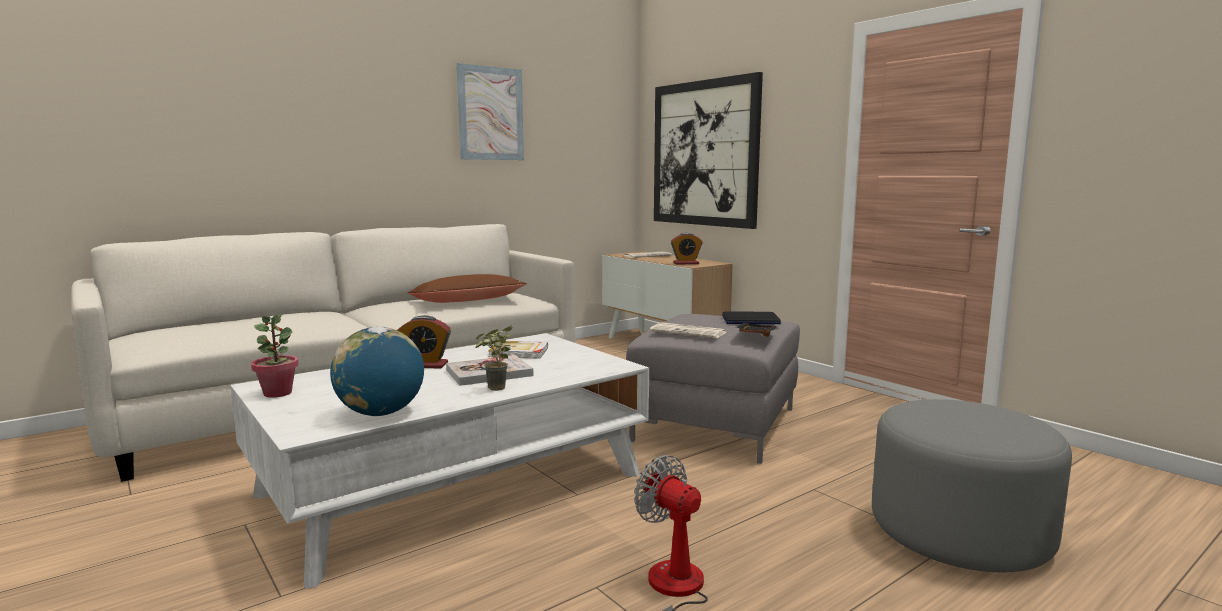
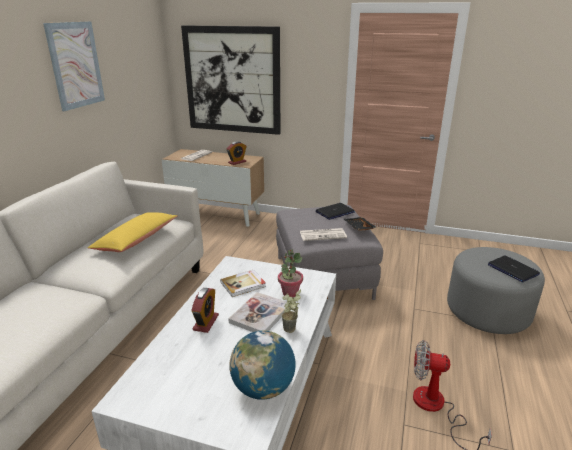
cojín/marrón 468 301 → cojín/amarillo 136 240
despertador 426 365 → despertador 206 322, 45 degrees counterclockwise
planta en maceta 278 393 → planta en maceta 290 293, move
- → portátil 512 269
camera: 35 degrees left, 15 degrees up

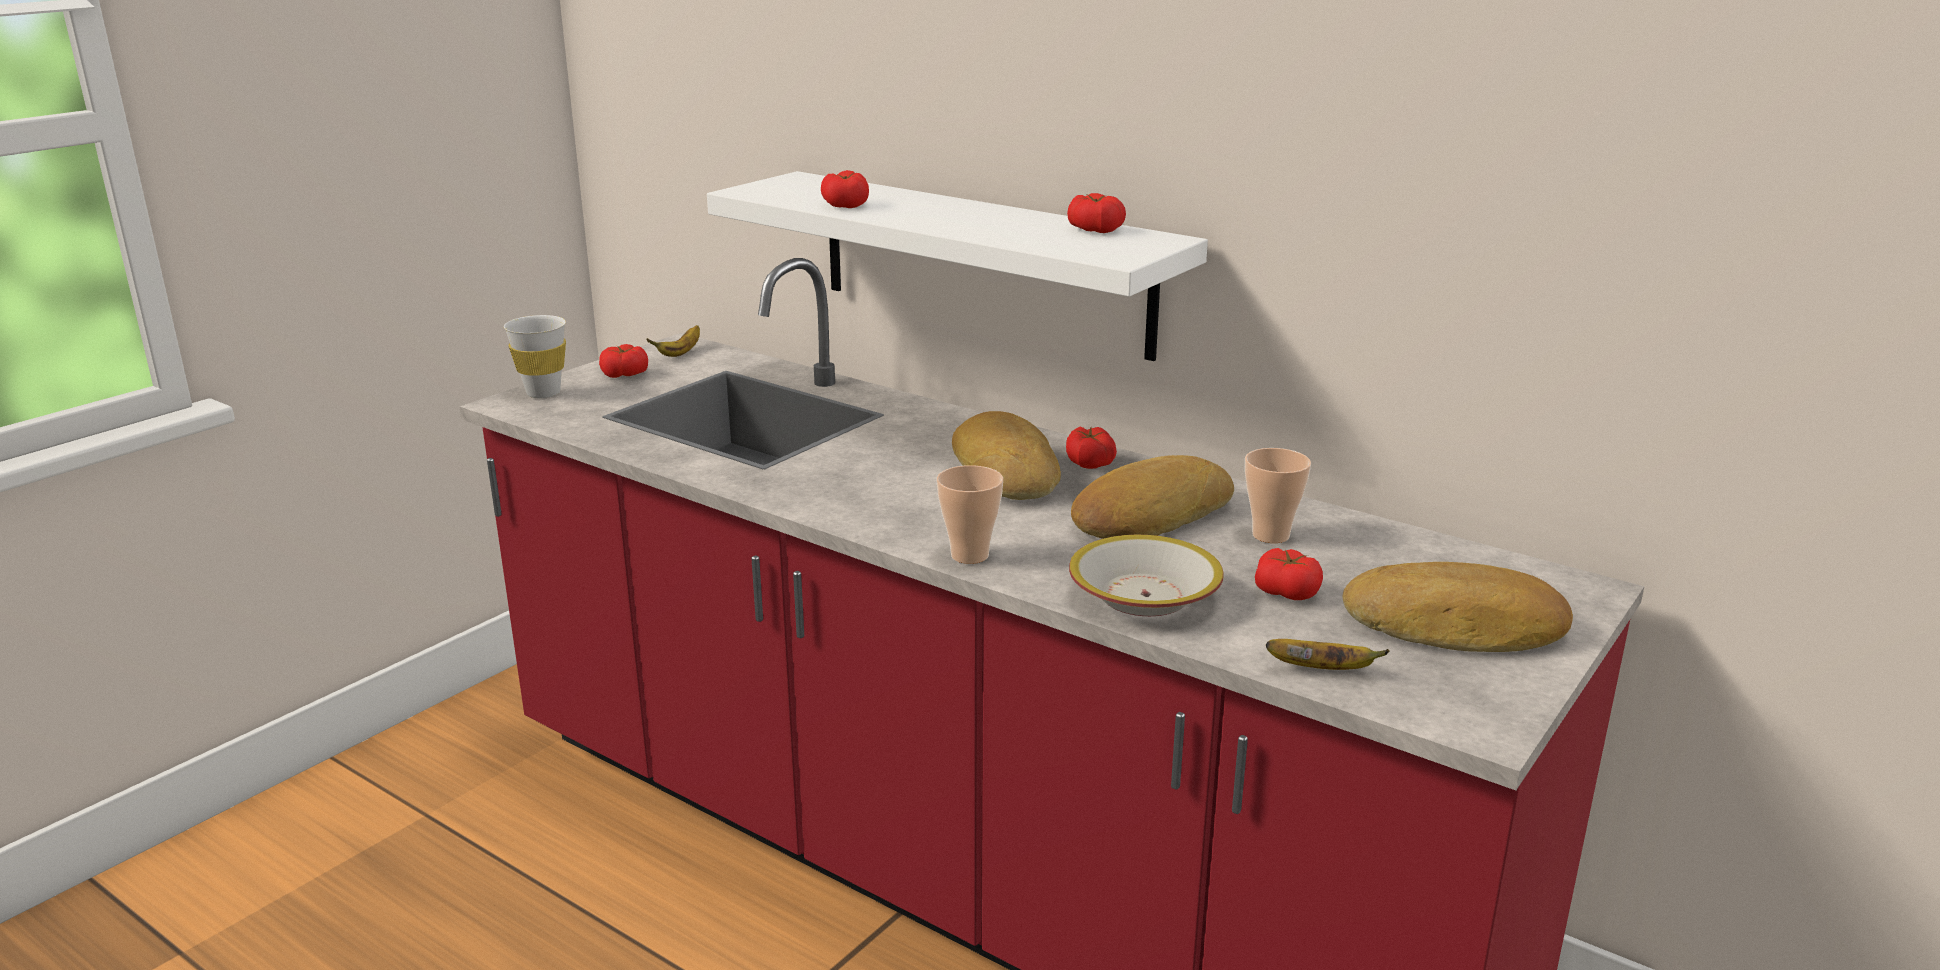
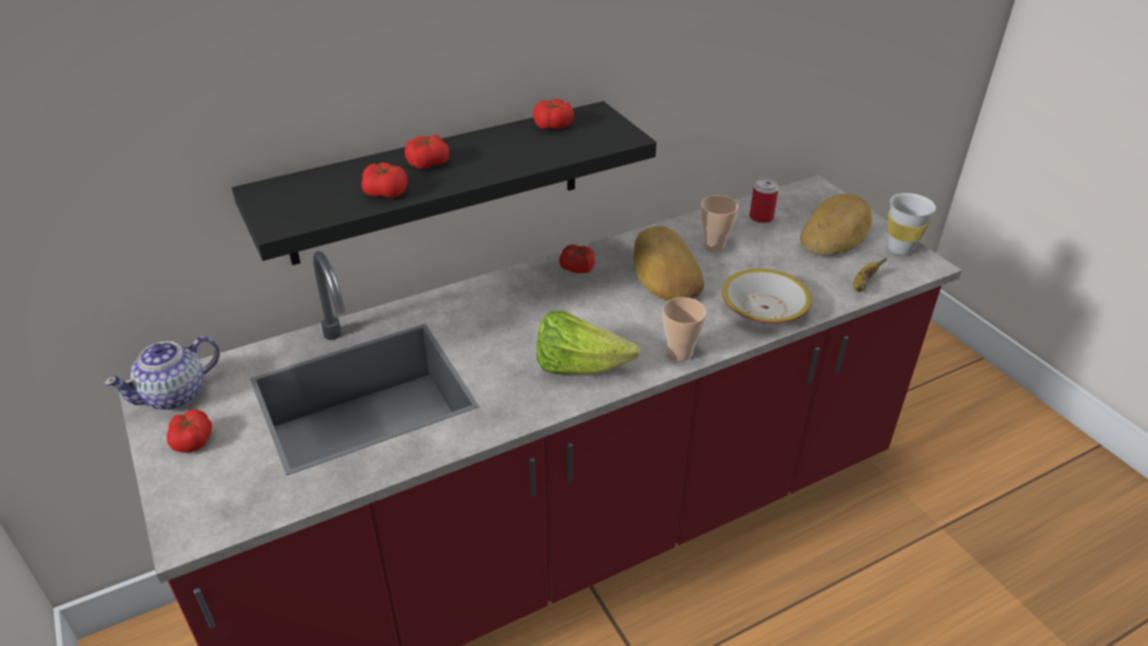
plátano 680 353 → tetera 175 394
estante/blanco 983 262 → estante/negro 437 183
tomate 1286 591 → tomate 428 163, move
- → lechuga 578 367
- → lata 761 218
taza/blanco 543 393 → taza/blanco 900 249, move
pan 1009 470 → -
camera: 65 degrees left, 15 degrees up

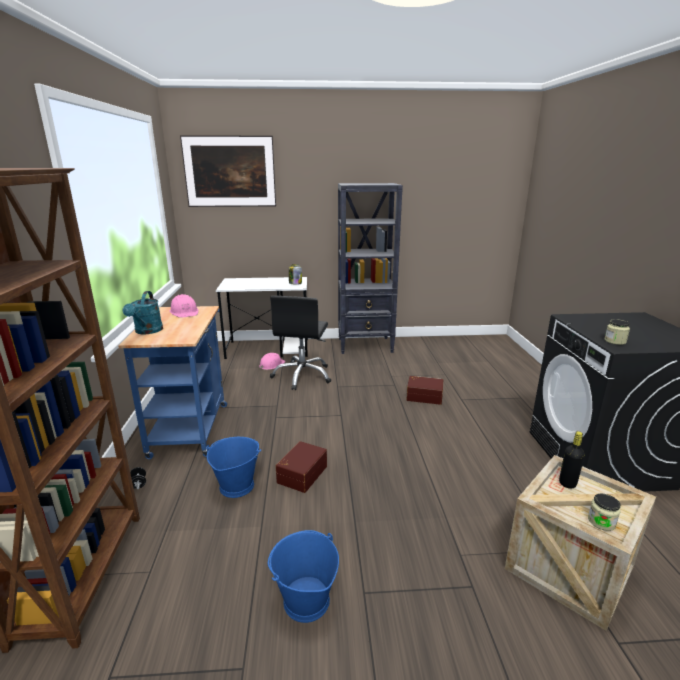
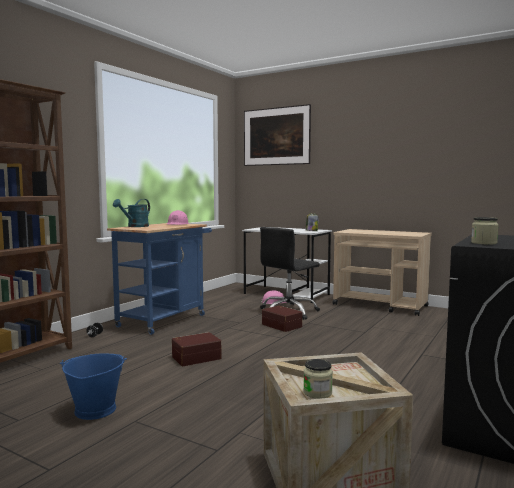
caja de almacenaje/marrón 424 396 → caja de almacenaje/marrón 282 325, move
estantería/negro 366 345 → carrito/beis 380 305
cubo/azul 236 486 → -
botella/negro 567 483 → -
camera: 35 degrees right, 15 degrees down

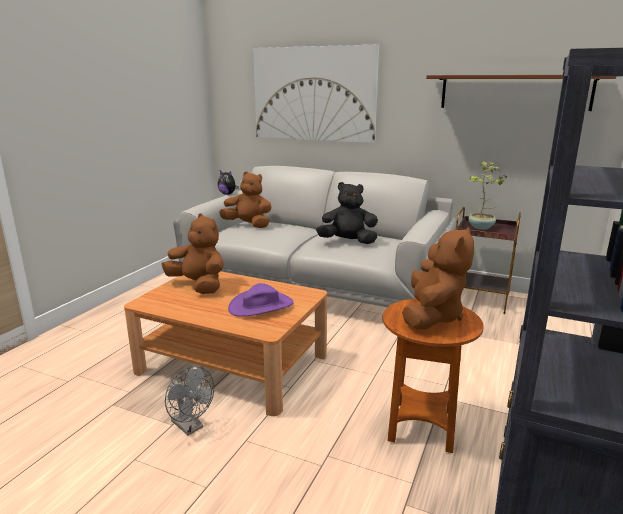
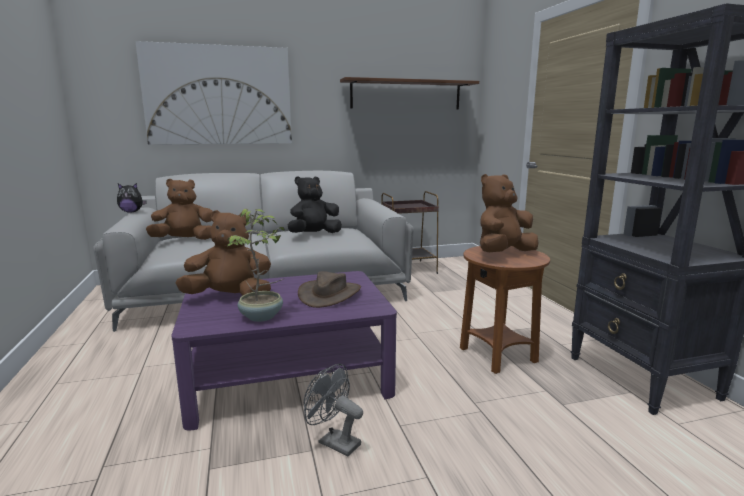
mesa de centro/marrón 233 363 → mesa de centro/morado 289 376
planta en maceta 481 227 → planta en maceta 262 316, move
sombrero/morado 261 306 → sombrero/marrón 329 294
ventilador/gris 190 427 → ventilador/gris 334 442, 150 degrees counterclockwise
peluche/marrón 432 316 → peluche/marrón 503 254, 105 degrees counterclockwise
camera: 40 degrees left, 5 degrees down

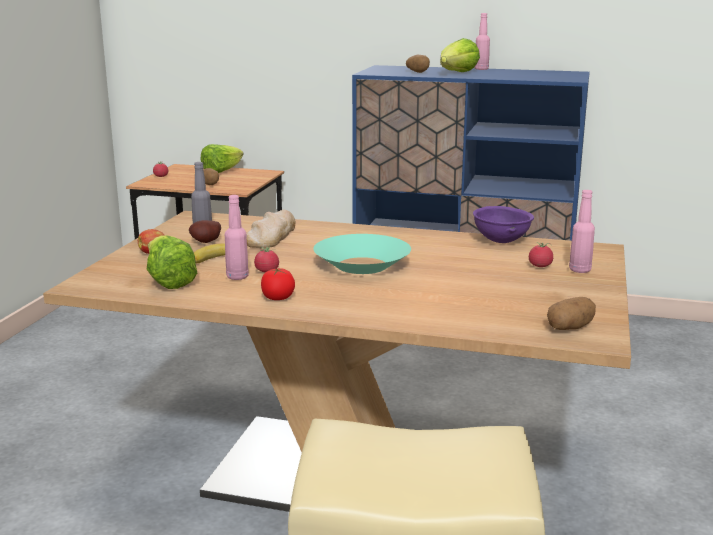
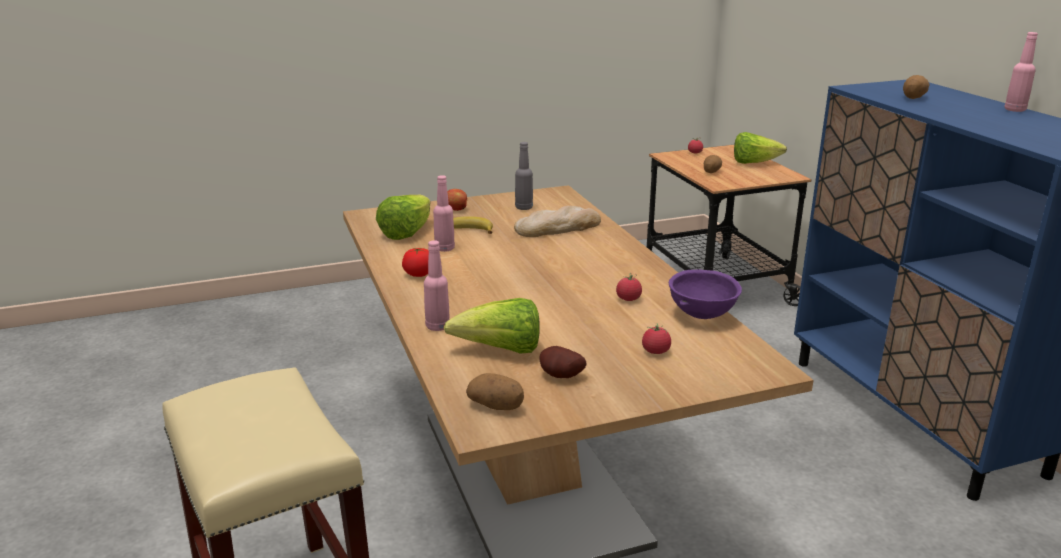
botella/rosa 579 270 → botella/rosa 437 326, move
lechuga 457 73 → lechuga 501 351, move
patata 207 242 → patata 560 377, move
tomate 267 271 → tomate 628 299, move
cuenco/turquesa 361 265 → -
camera: 55 degrees right, 5 degrees up

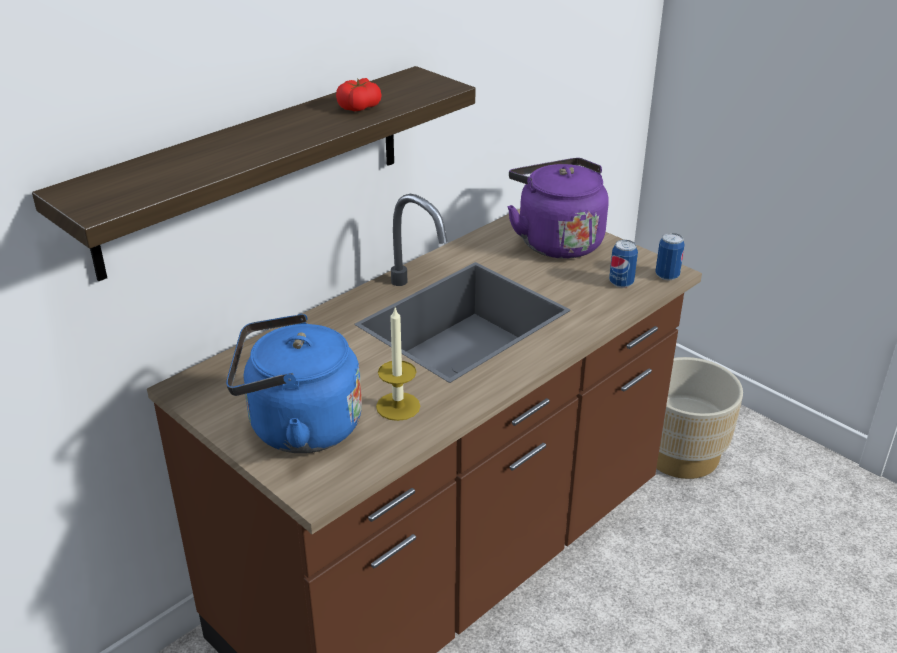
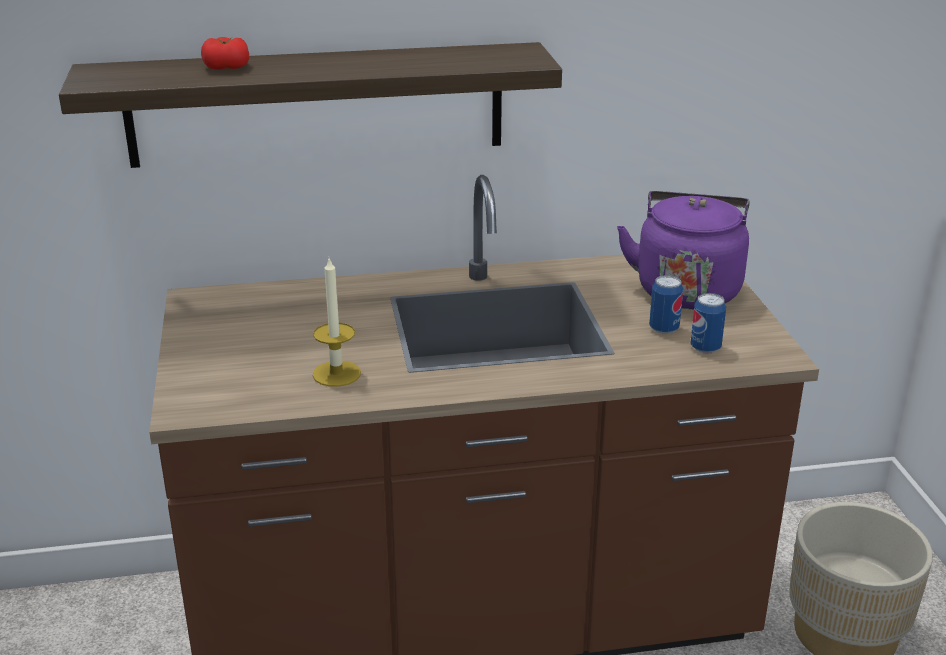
tomate 359 107 → tomate 226 67, move
lata 667 276 → lata 663 329, move
hervidor/azul 298 428 → -
camera: 35 degrees right, 5 degrees down

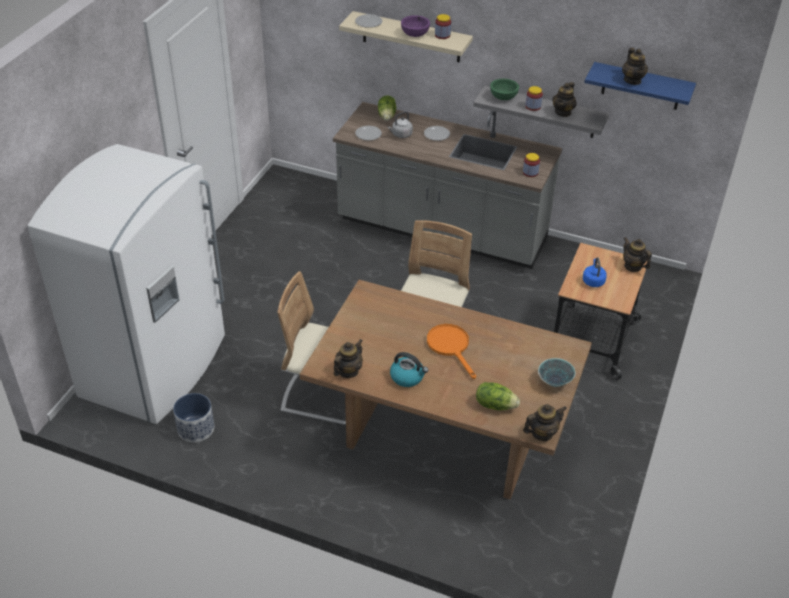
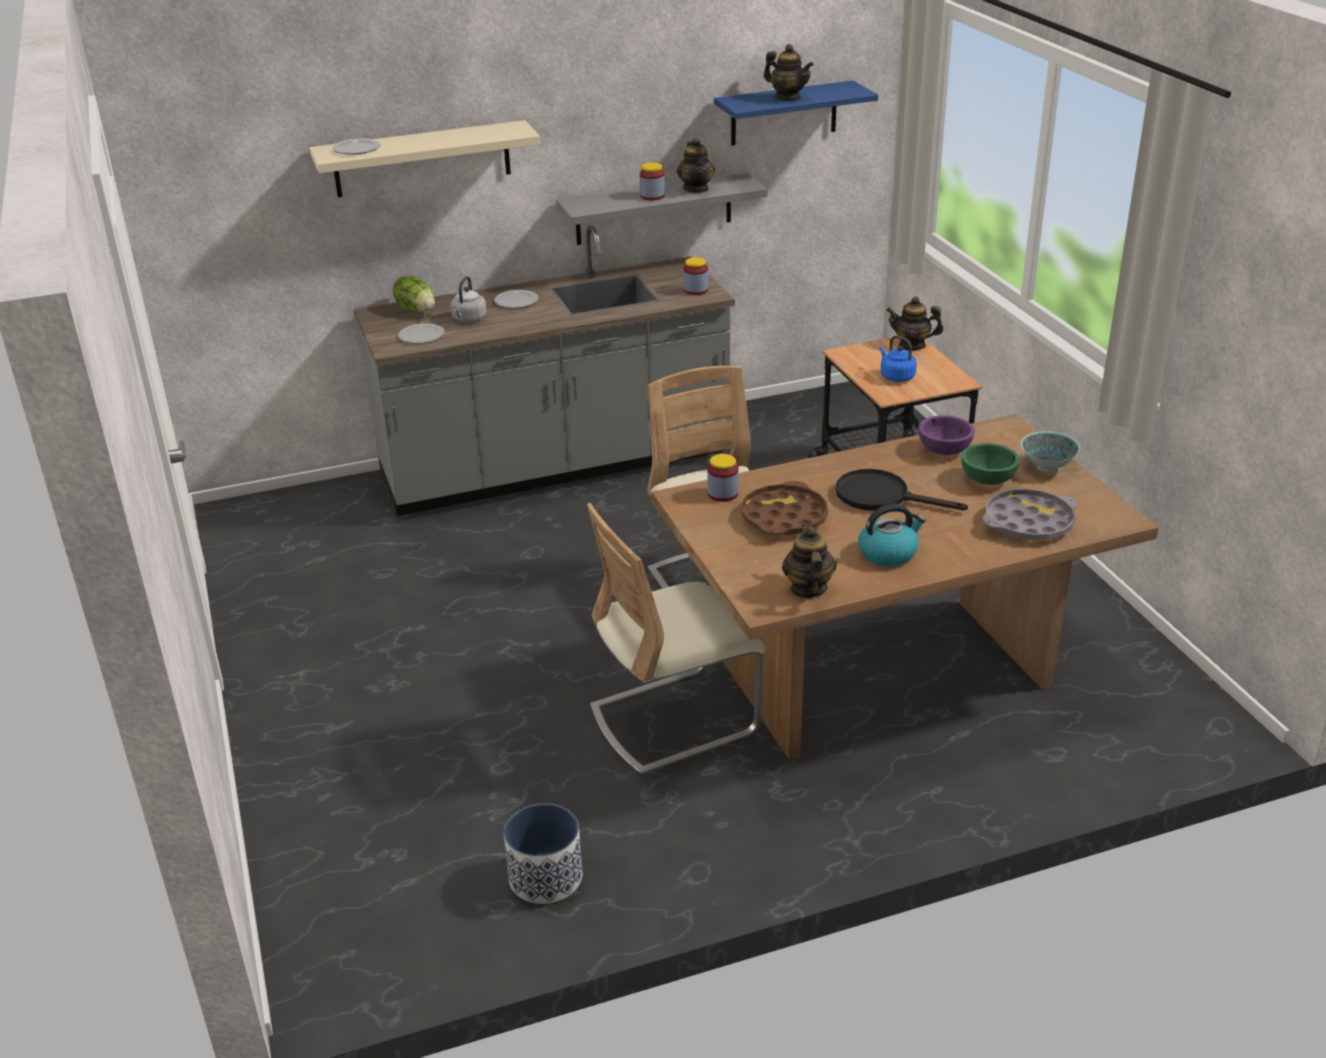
tarro 442 35 → tarro 723 494, move
- → bandeja/marrón 784 517
sartén/naranja 451 346 → sartén/negro 882 497
cuenco/morado 415 34 → cuenco/morado 945 450, move
cuenco/verde 503 97 → cuenco/verde 987 479, move
lechuga 495 405 → bandeja/gris 1028 522
nevera/blanco 156 367 → -
tetera 542 433 → -
camera: 40 degrees left, 10 degrees down

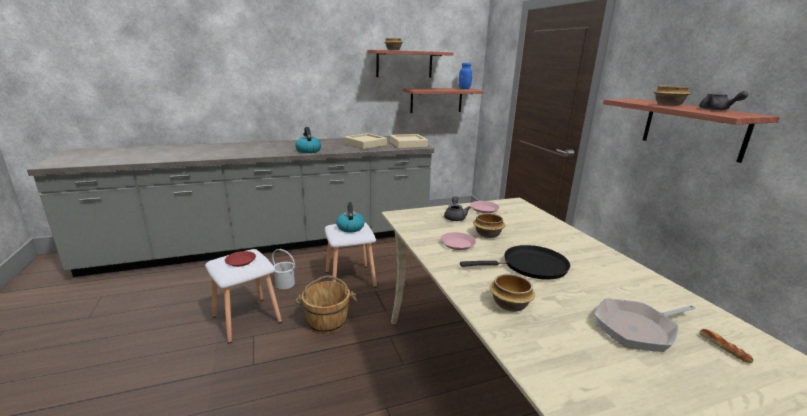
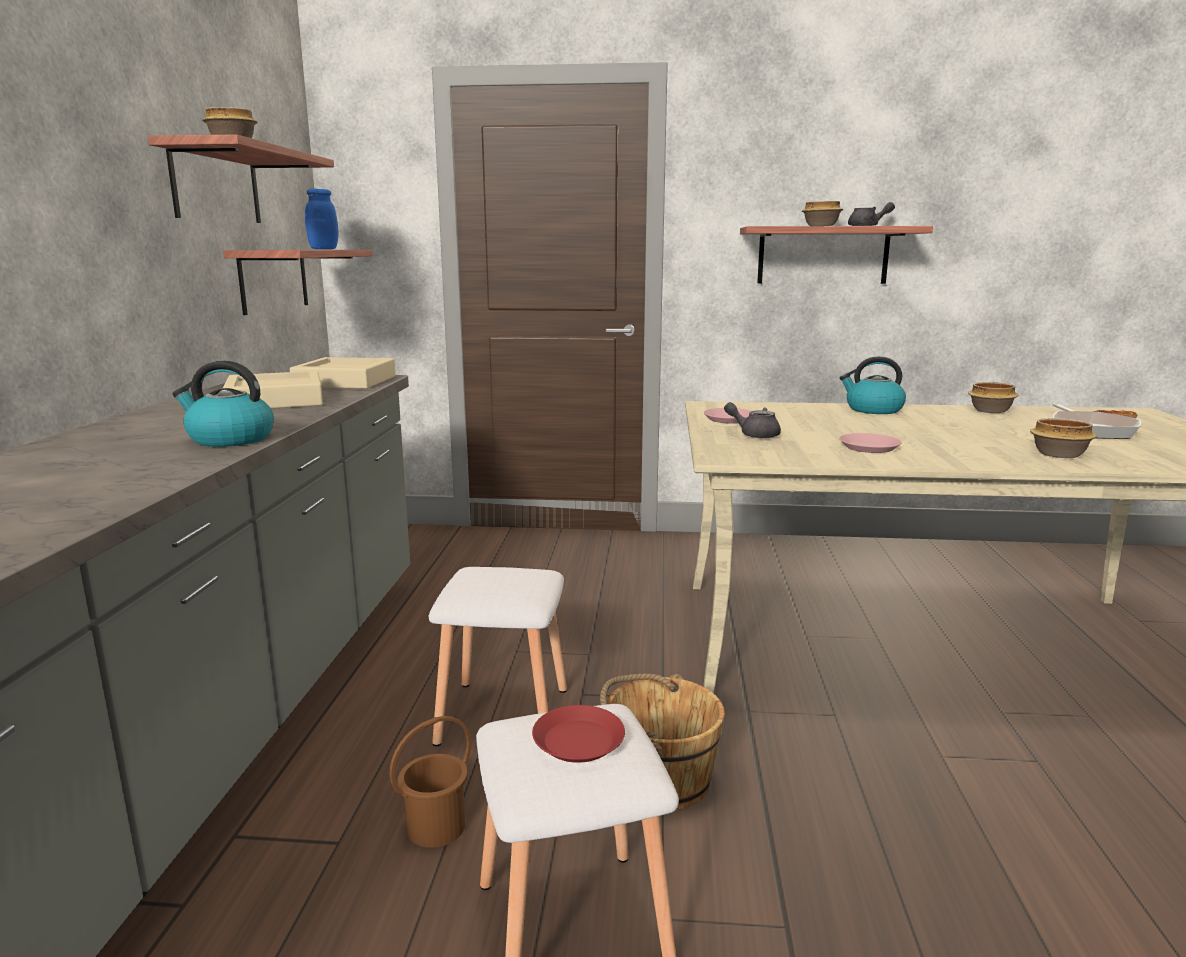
cubo/blanco 285 284 → cubo/marrón 435 826
hervidor 350 227 → hervidor 873 410, move
cuenco 487 235 → cuenco 991 411, move
sartén/negro 530 266 → -
camera: 65 degrees left, 5 degrees down

